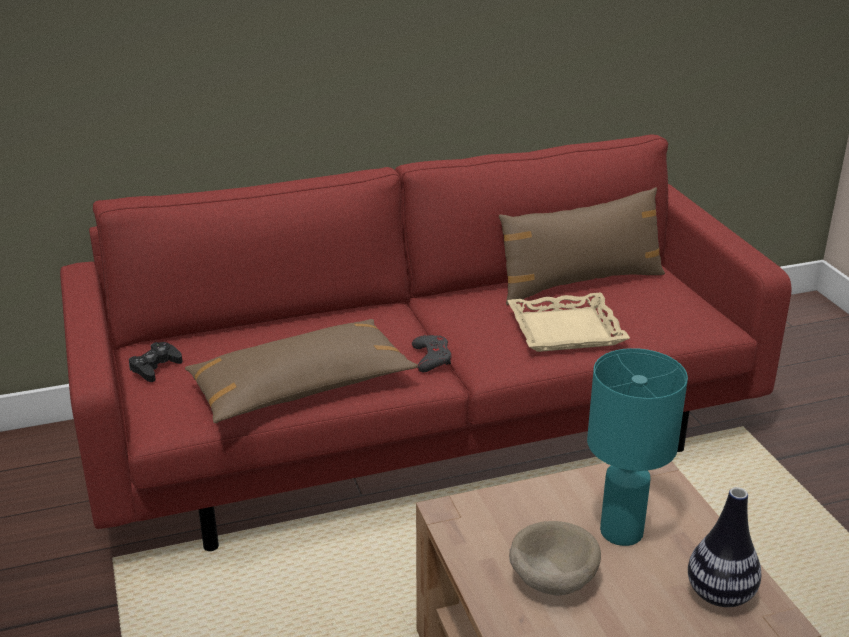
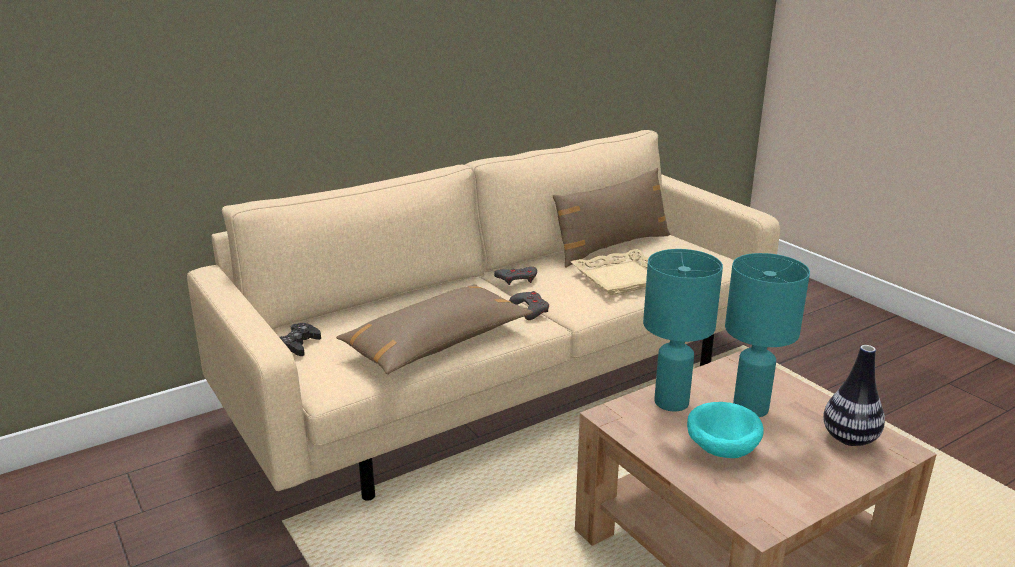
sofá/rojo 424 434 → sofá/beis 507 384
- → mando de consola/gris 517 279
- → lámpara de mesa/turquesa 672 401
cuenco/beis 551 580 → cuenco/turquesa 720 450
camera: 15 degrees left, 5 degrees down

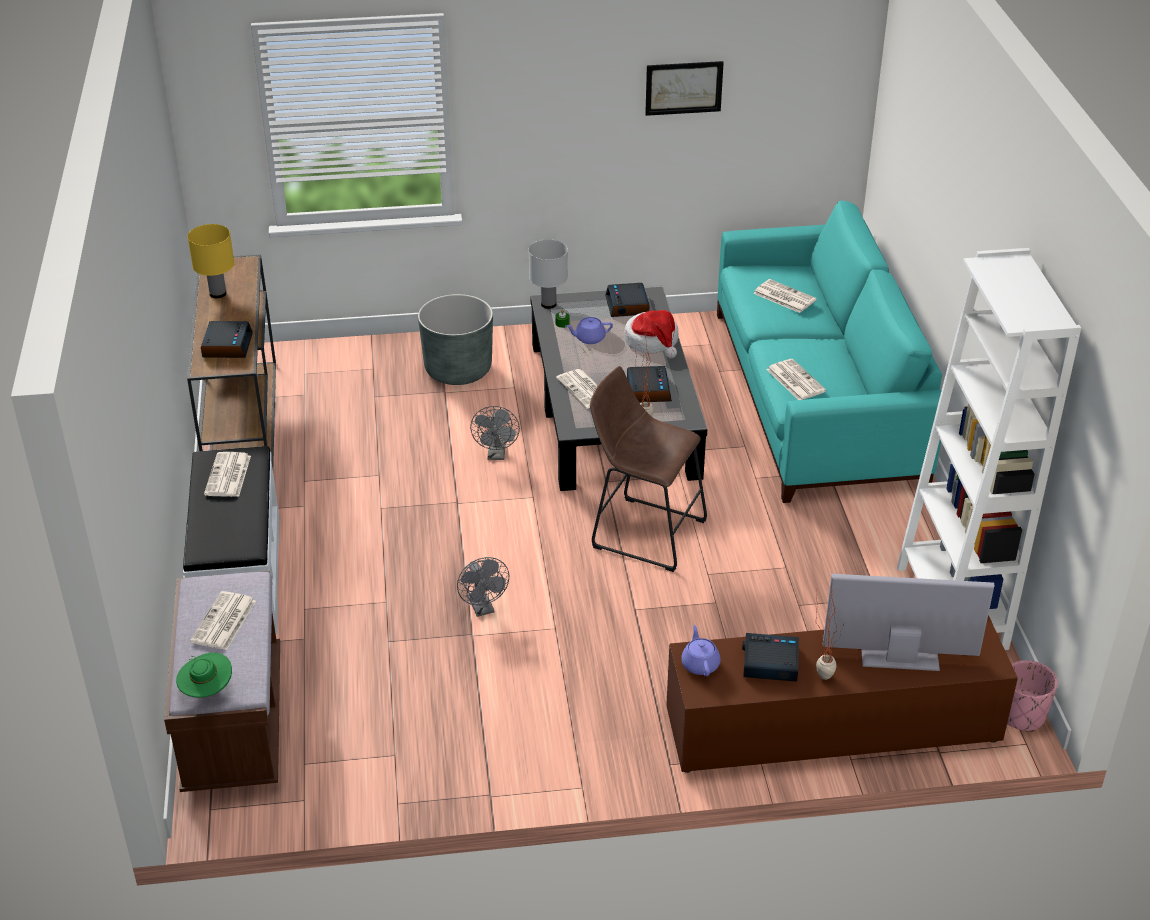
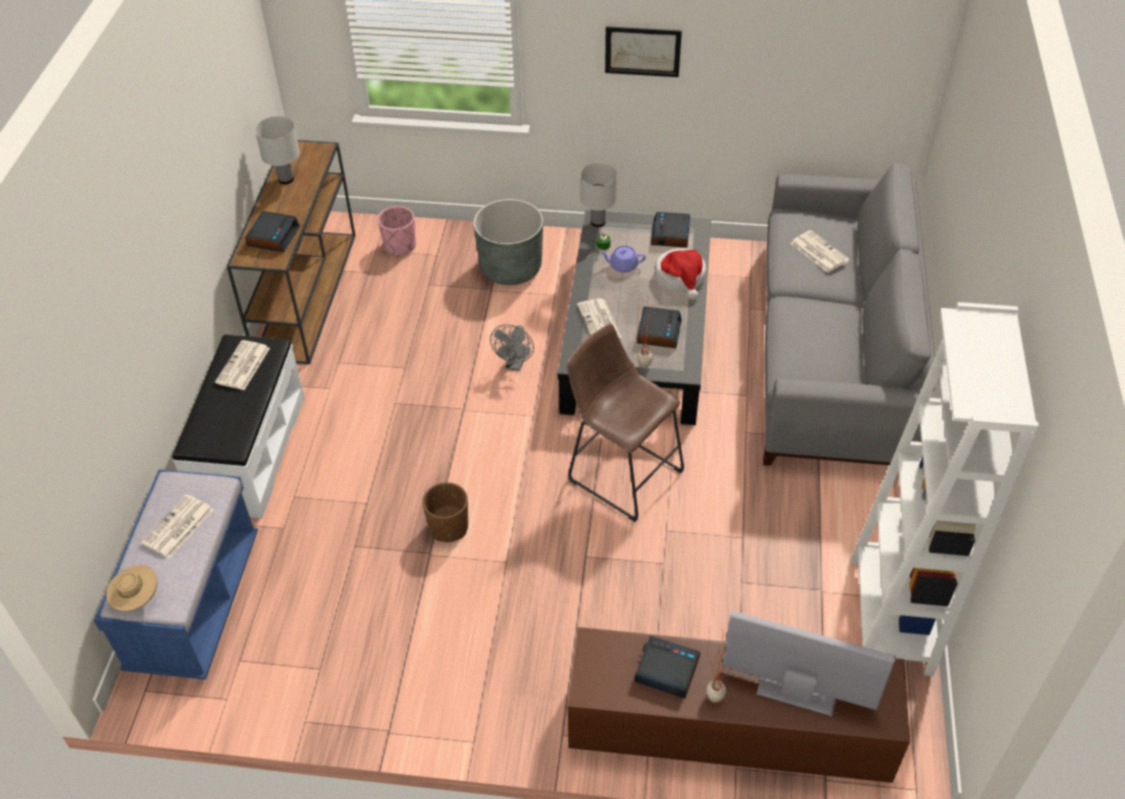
banco/marrón 233 723 → banco/azul 195 604
sombrero/verde 207 690 → sombrero/beis 137 599
lámpara de mesa/amarillo 218 294 → lámpara de mesa/blanco 286 179
maceta/rosa 1022 715 → maceta/rosa 400 246, move
ventilador/gris 483 608 → maceta/marrón 448 527
cuadro 683 88 → cuadro 642 51, move
sofá/turquesa 814 397 → sofá/gris 831 352
tetera/morado 700 664 → -
periódico 794 380 → -
camera: 15 degrees right, 10 degrees up

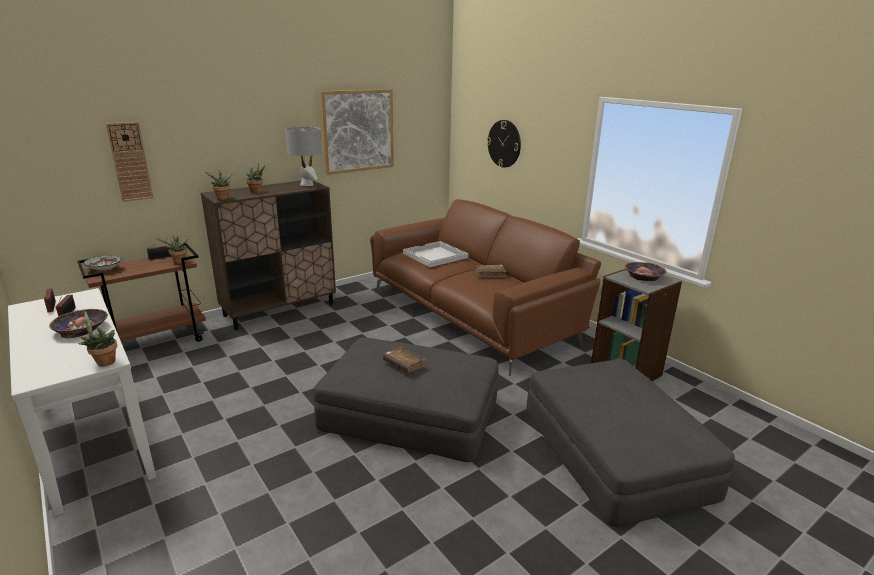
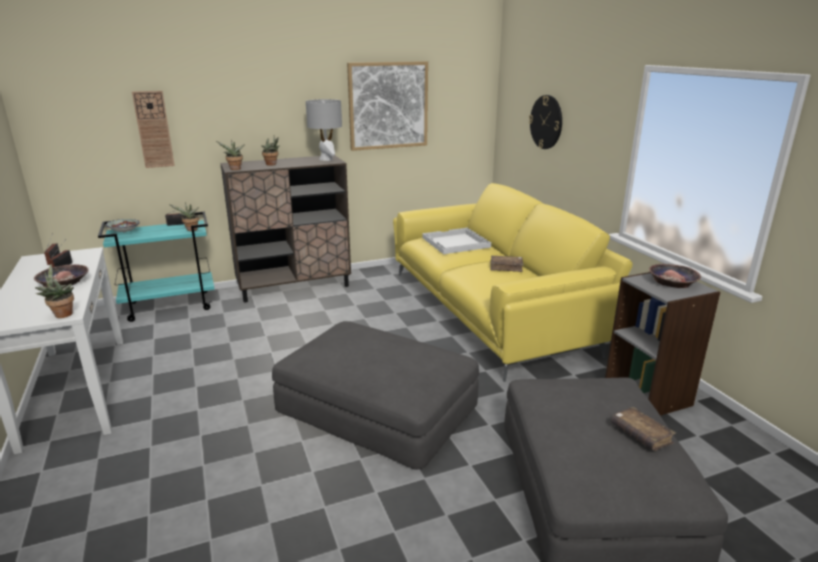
carrito/marrón 157 341 → carrito/turquesa 171 305
sofá/marrón 473 313 → sofá/amarillo 491 310
libro/marrón 404 365 → libro/marrón 641 435, move
camera: 15 degrees right, 0 degrees up

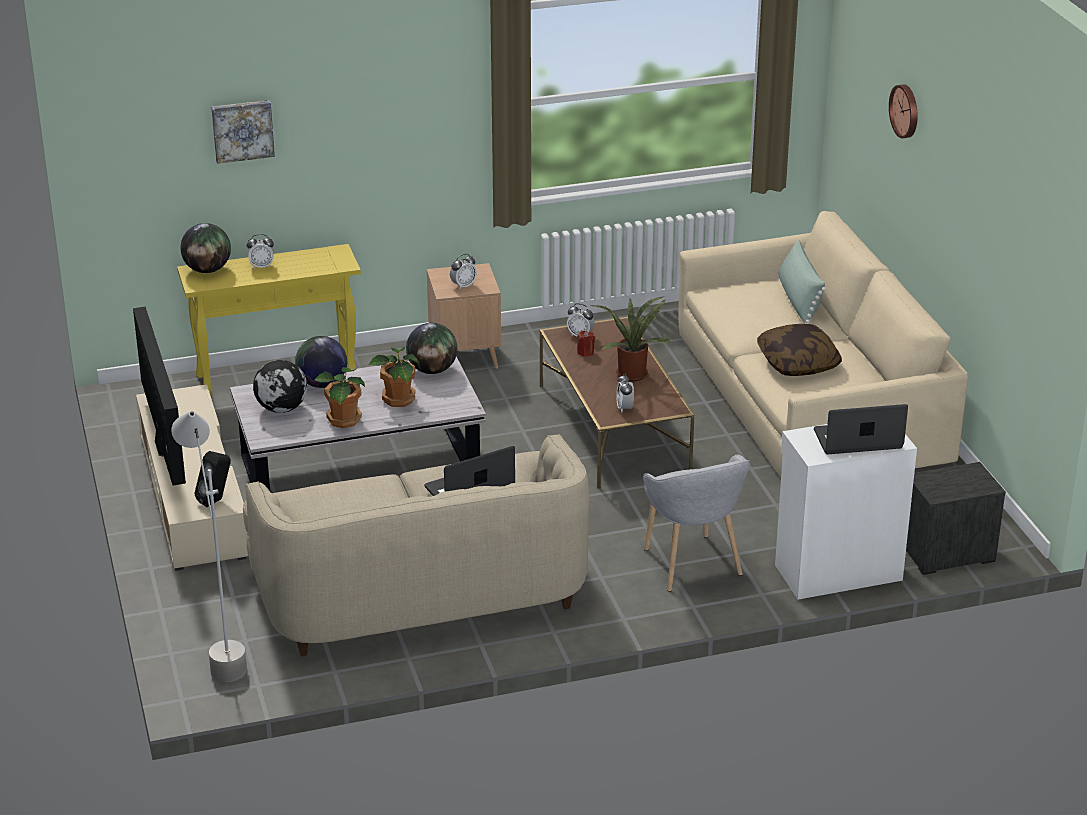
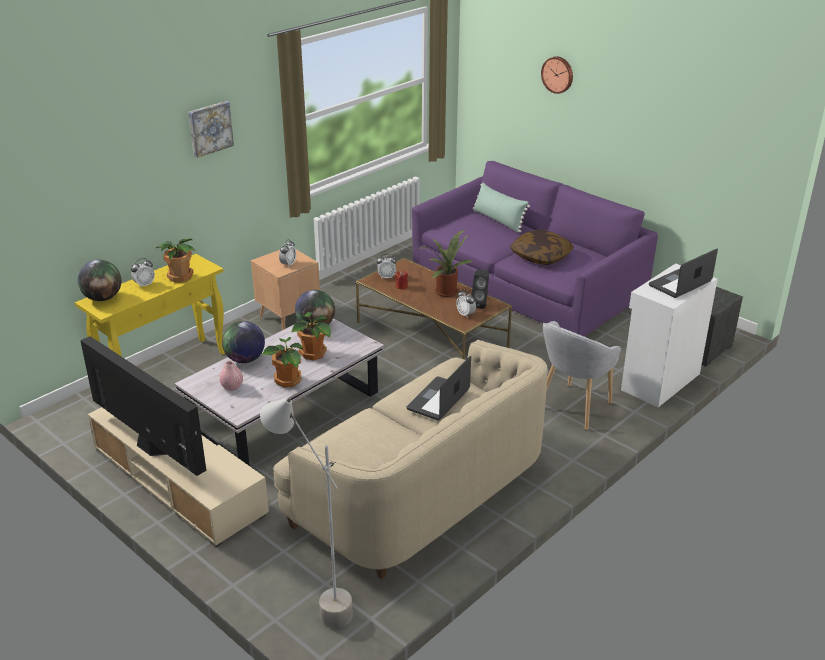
- → planta en maceta 180 277
cuadro 242 130 → cuadro 209 128, move
globo terráqueo 282 409 → florero/rosa 232 387
sofá/beis 811 399 → sofá/morado 528 282
altavoz/negro 216 500 → altavoz/negro 480 304, move
sillón/gris 692 565 → sillón/gris 573 407, 90 degrees clockwise
camera: 30 degrees left, 0 degrees up

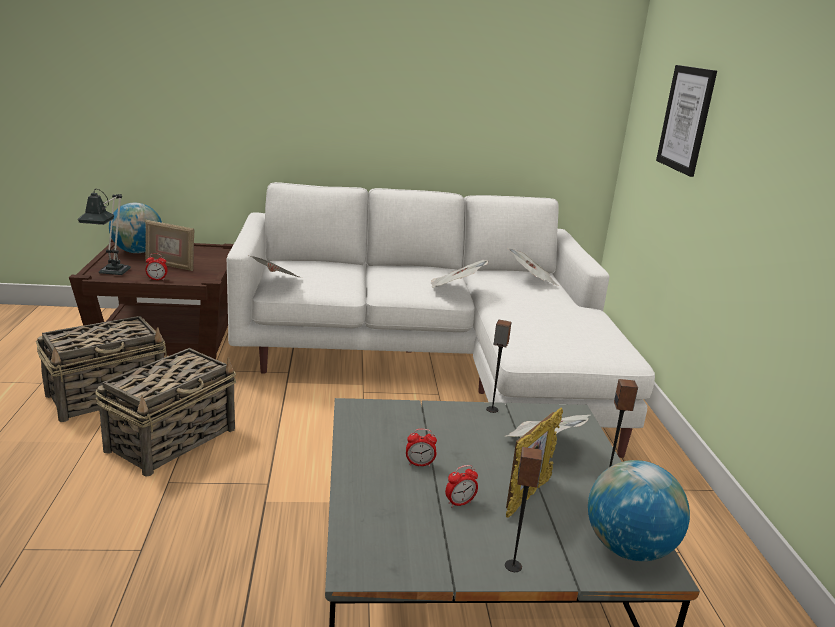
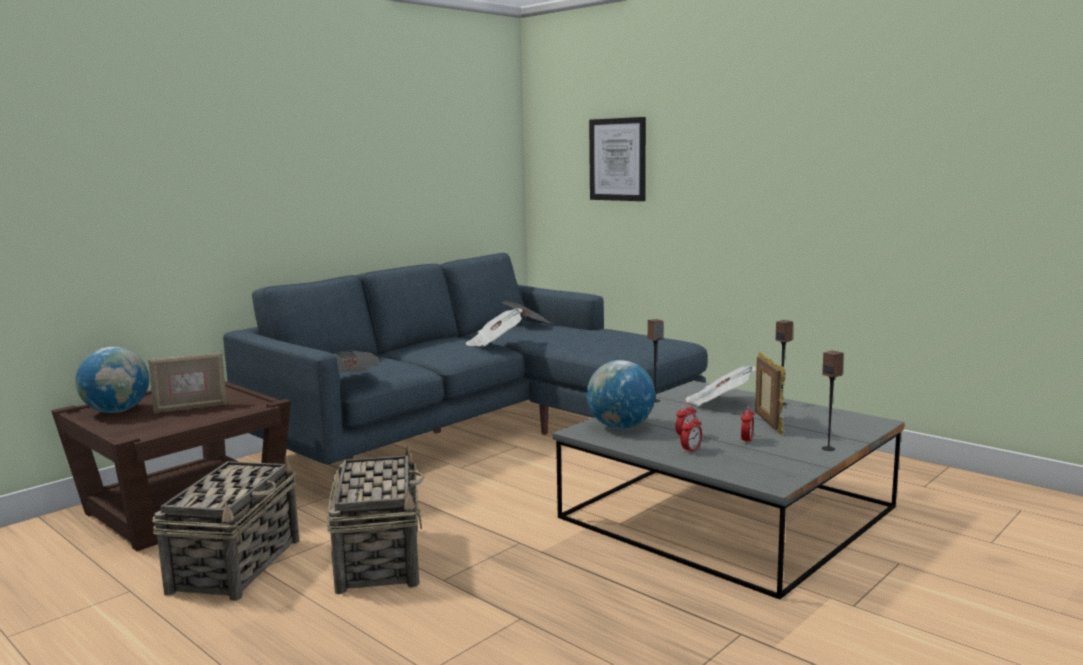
sofá/blanco 435 365 → sofá/azul 476 432
globo terráqueo 628 548 → globo terráqueo 620 427, move
despertador 157 279 → despertador 691 450, move
lámpara de mesa 112 274 → -
camera: 40 degrees left, 10 degrees down

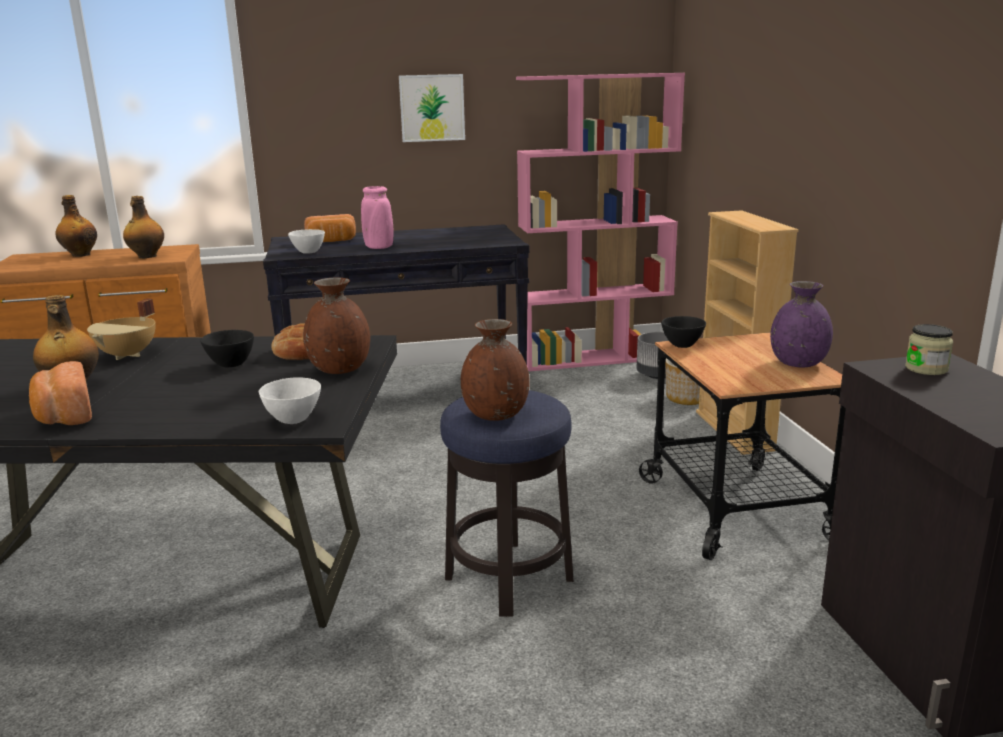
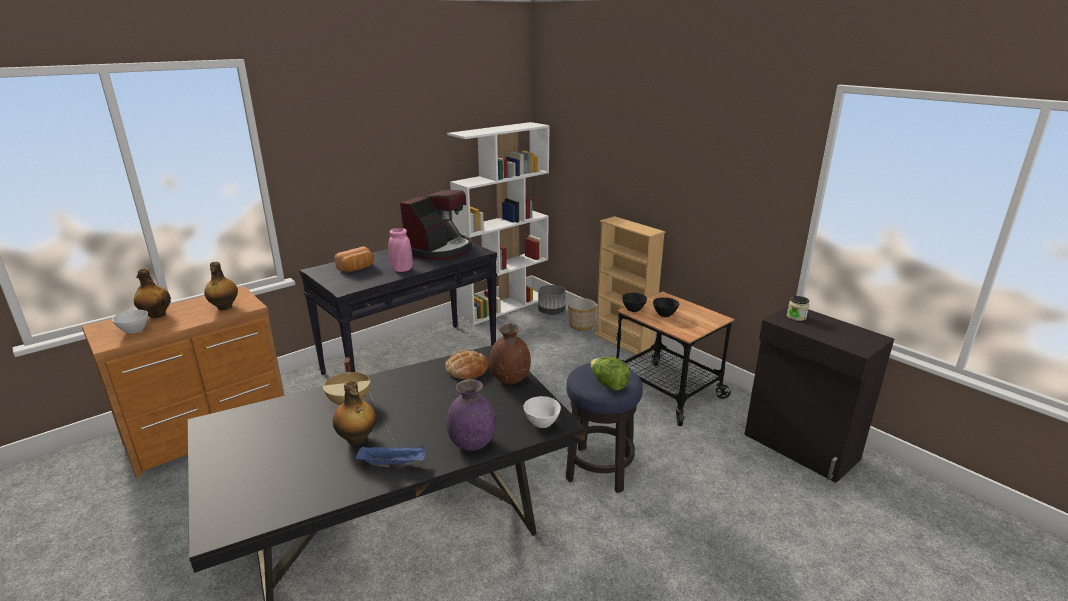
cuenco/blanco 308 252 → cuenco/blanco 134 331, move
pan 63 415 → bandeja/azul 393 463
- → cafetera 439 249
estantería/rosa 595 358 → estantería/blanco 504 306
florero/morado 797 363 → florero/morado 471 443, move
florero/marrón 495 415 → lechuga 608 385
cuenco/negro 230 365 → cuenco/negro 664 315, move
cuadro 432 108 → -
camera: 30 degrees left, 5 degrees up

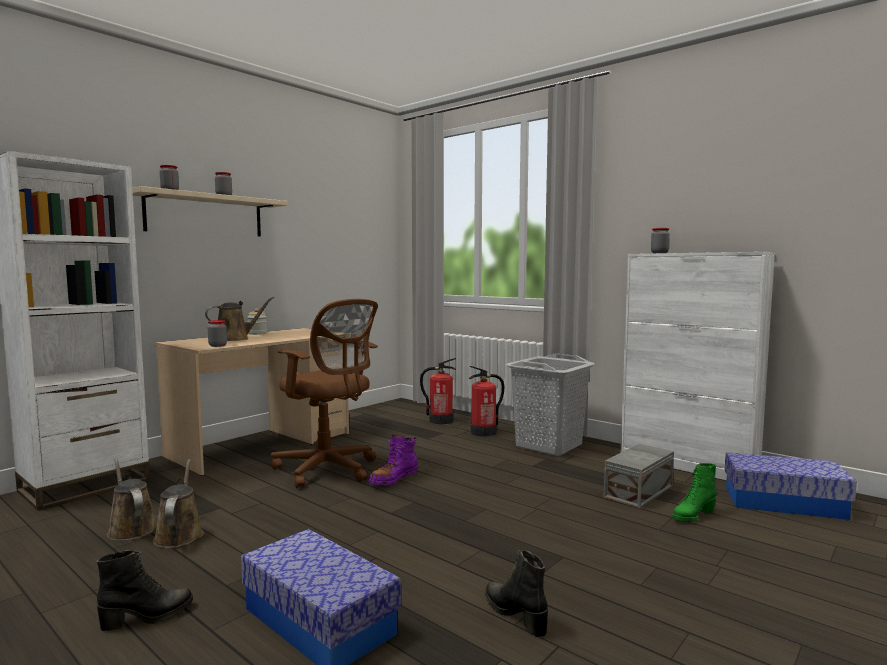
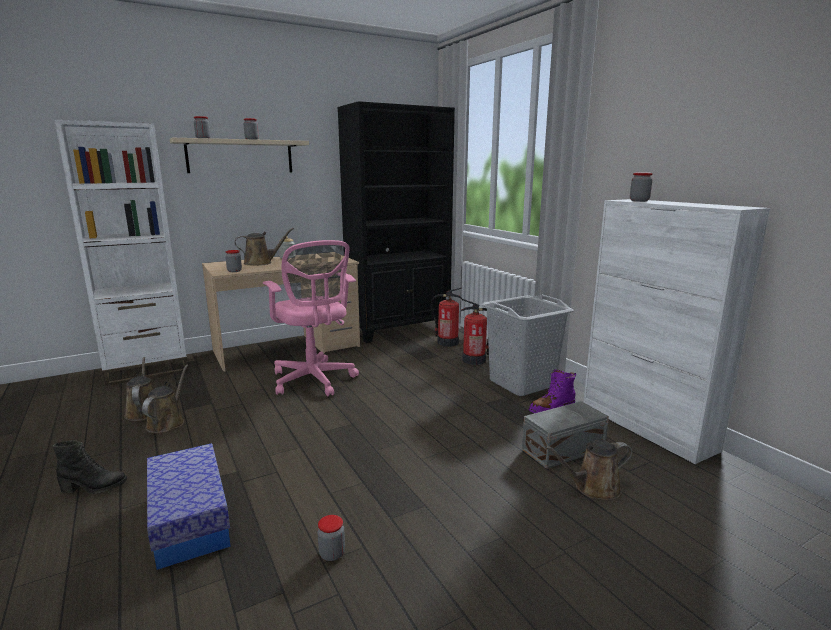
silla de oficina/marrón 328 470 → silla de oficina/rosa 314 381
bota/negro 515 615 → tarro 332 554
- → estantería/negro 399 329
bota/morado 393 479 → bota/morado 551 408, move
bota/verde 692 516 → regadera/marrón 593 488
caja de almacenaje 784 502 → -
camera: 20 degrees right, 10 degrees up

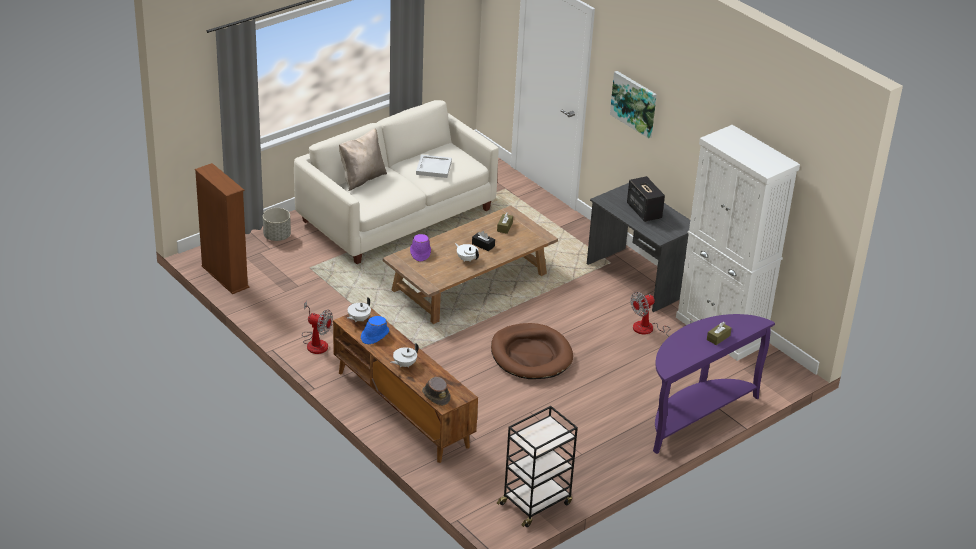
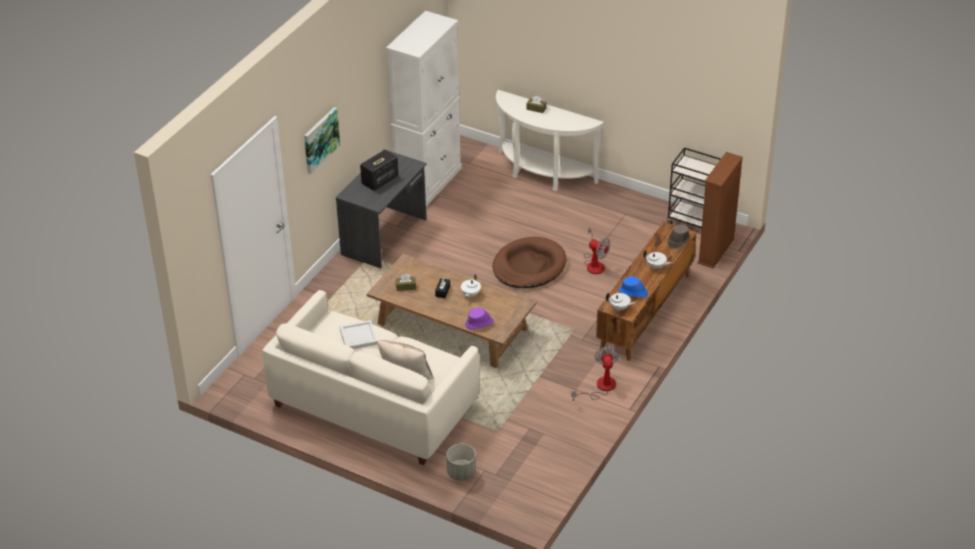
mesa consola/morado 694 415 → mesa consola/blanco 542 174
ventilador 650 330 → ventilador 594 263, move
estantería/marrón 225 277 → estantería/marrón 716 251, move
camera: 110 degrees left, 5 degrees up

